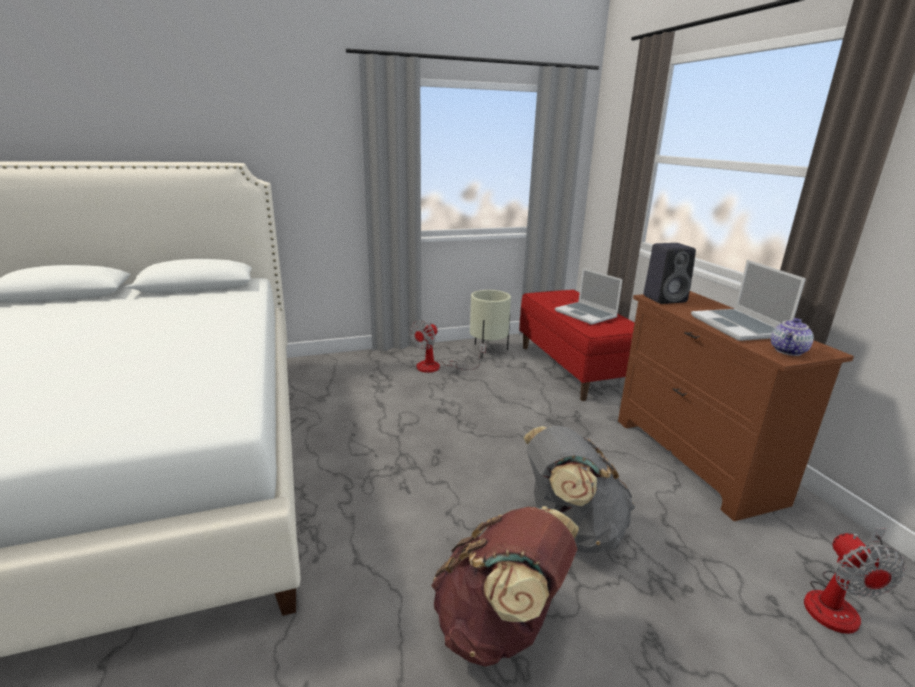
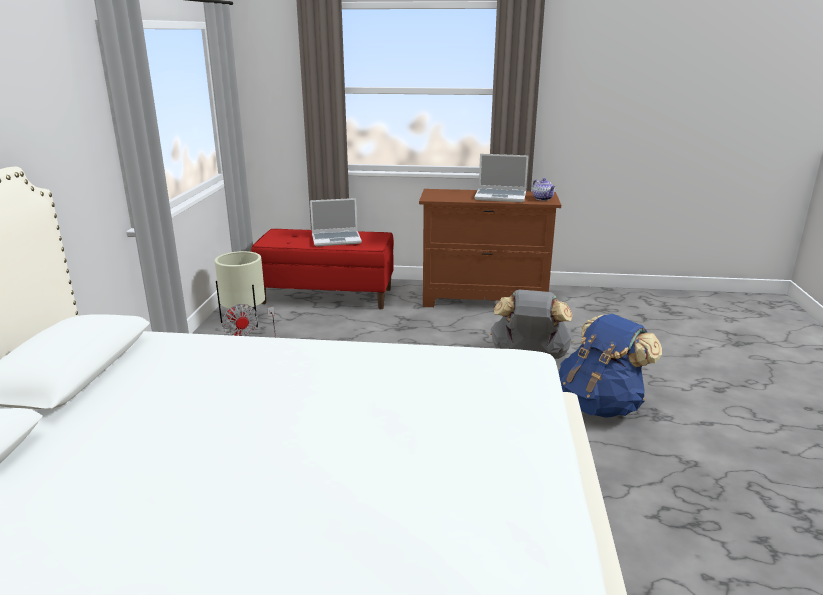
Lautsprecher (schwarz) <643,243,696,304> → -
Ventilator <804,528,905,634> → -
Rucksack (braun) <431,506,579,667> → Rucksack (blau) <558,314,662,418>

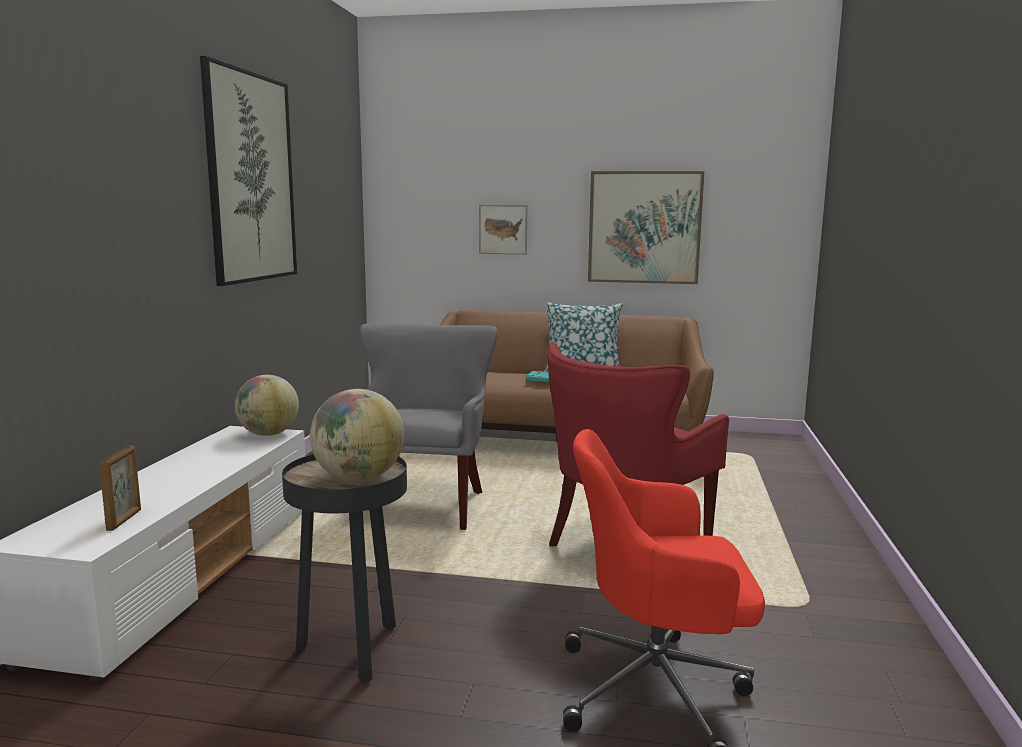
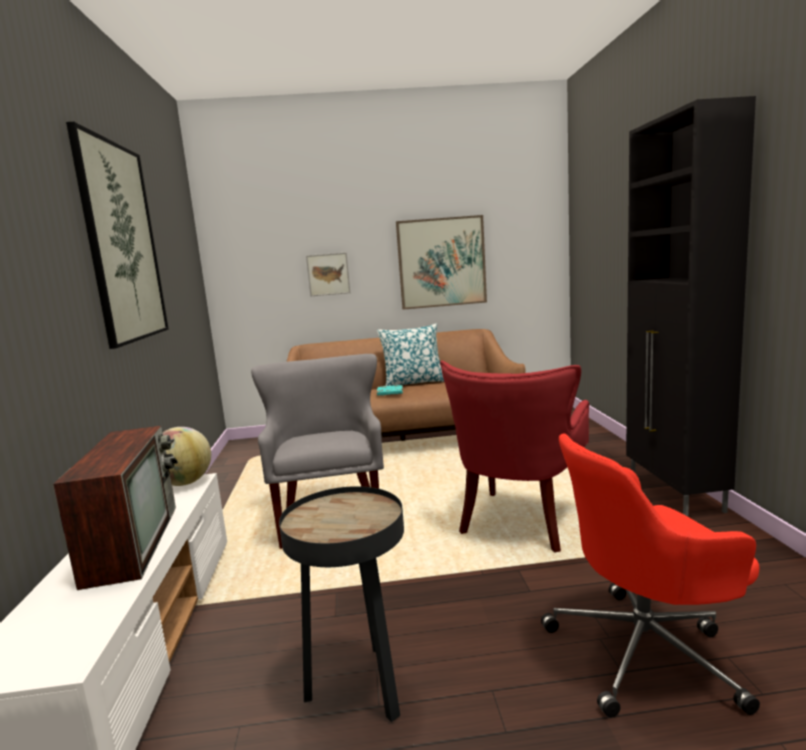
Bilderrahmen <99,445,141,531> → -
Globus <310,389,404,482> → -
- → Fernseher <53,426,178,590>
- → Schrank (schwarz) <626,96,756,516>

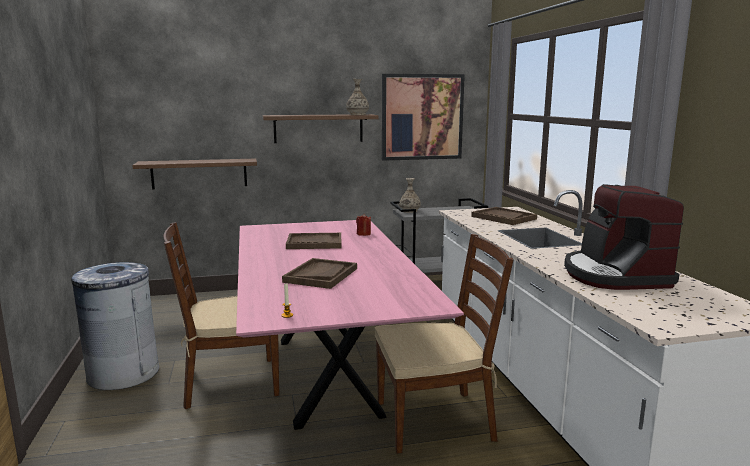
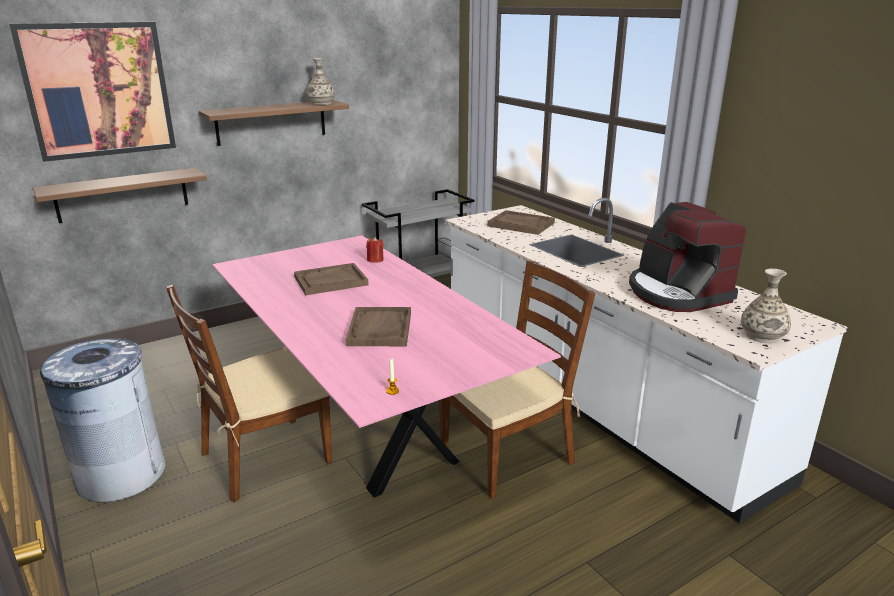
Bild <382,74,465,161> → Bild <9,22,176,162>, move
Vase <399,178,421,213> → Vase <741,269,791,343>, move

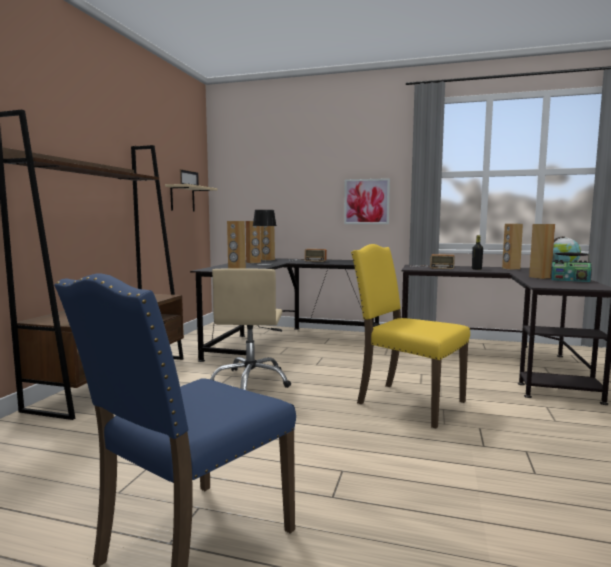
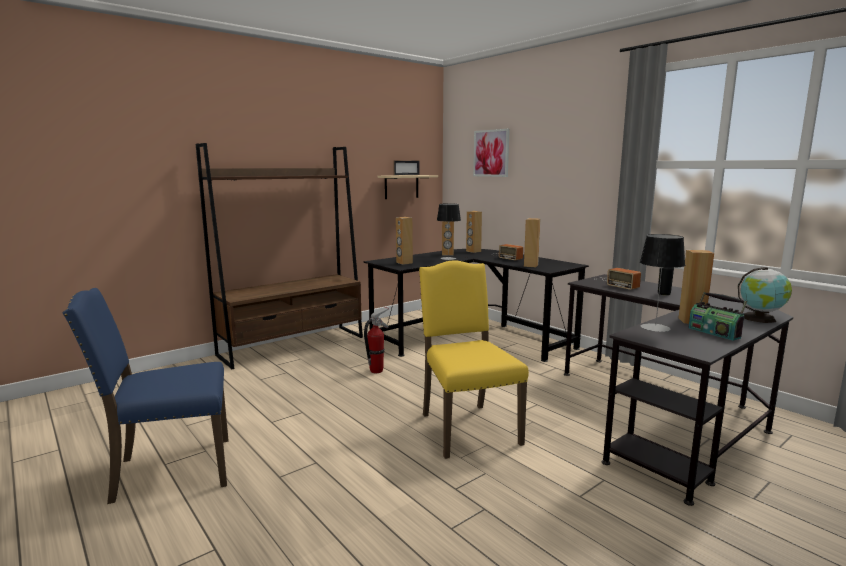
- → Tischlampe <640,234,685,332>
Bild <344,178,390,224> → Bild <473,129,510,177>, move
Lautsprecher (braun) <502,224,523,270> → Lautsprecher (braun) <524,218,540,267>, move
Bürostuhl (beige) <210,268,291,390> → Feuerlöscher <364,307,389,373>

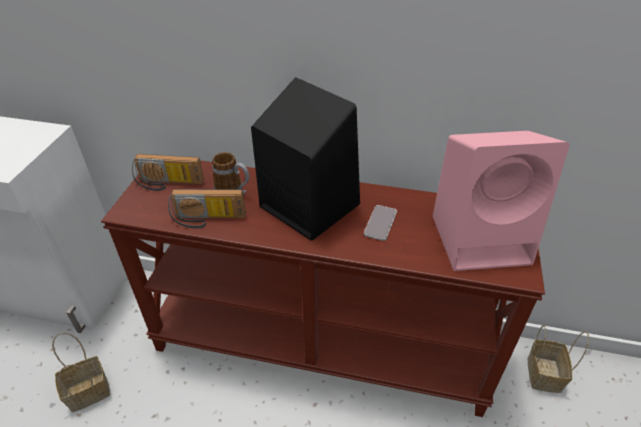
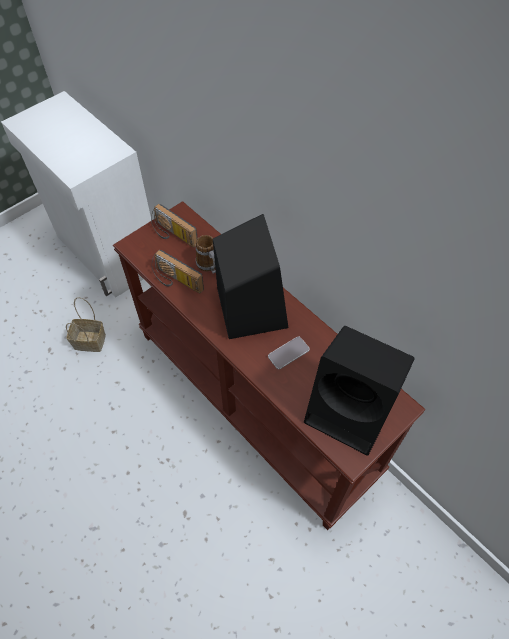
Korb <528,325,589,393> → -
Lautsprecher (rosa) <433,131,570,271> → Lautsprecher (schwarz) <304,326,415,456>

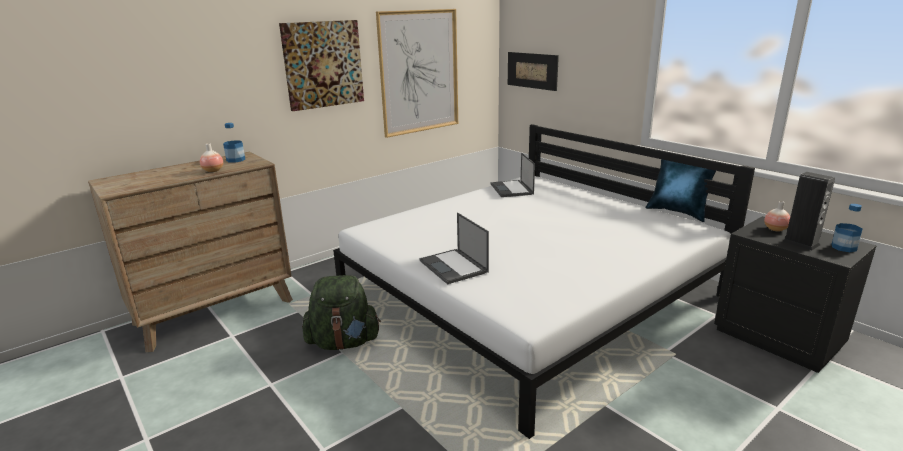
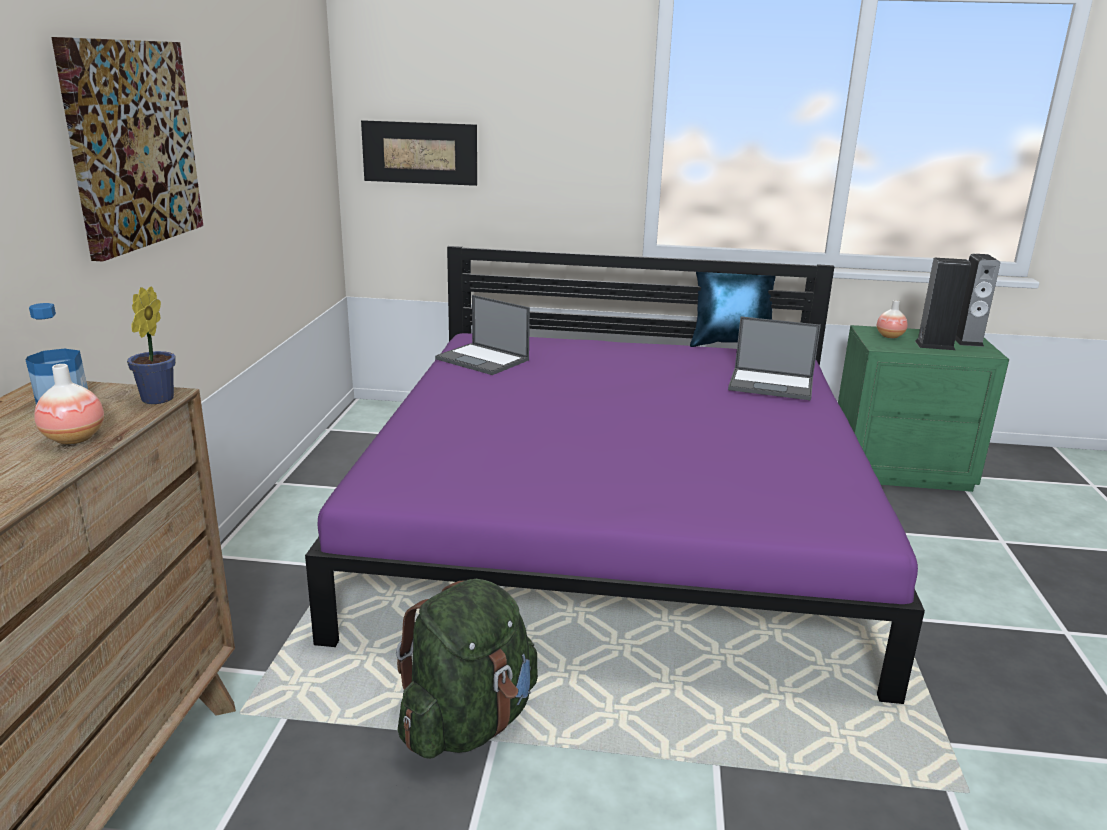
Bild <376,9,458,138> → -
- → Topfpflanze <127,286,176,404>
Laptop <420,212,489,284> → Laptop <728,317,821,400>, move
Flasche <832,204,863,252> → Lautsprecher <955,254,1000,347>
Bett (weiß) <333,124,755,439> → Bett (lila) <305,246,925,704>
Nachttisch (schwarz) <714,216,877,373> → Nachttisch (grün) <838,325,1009,492>

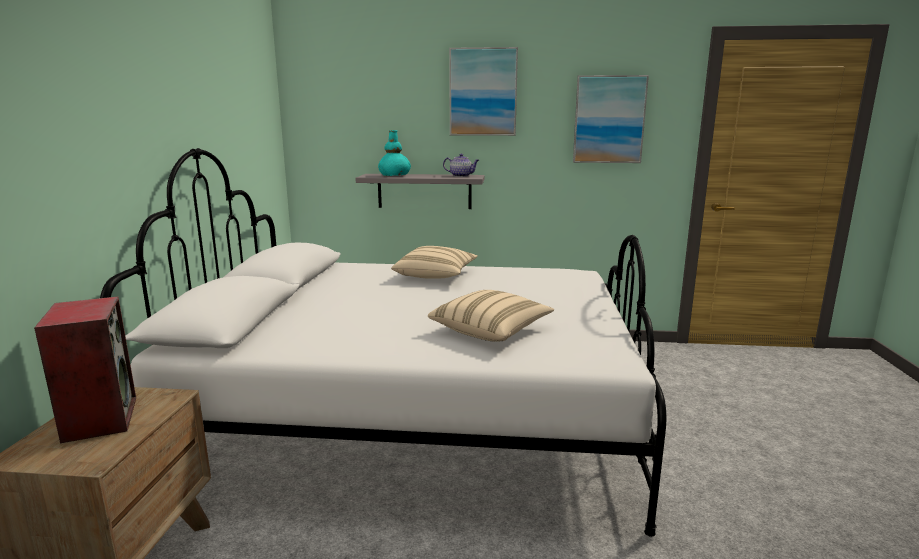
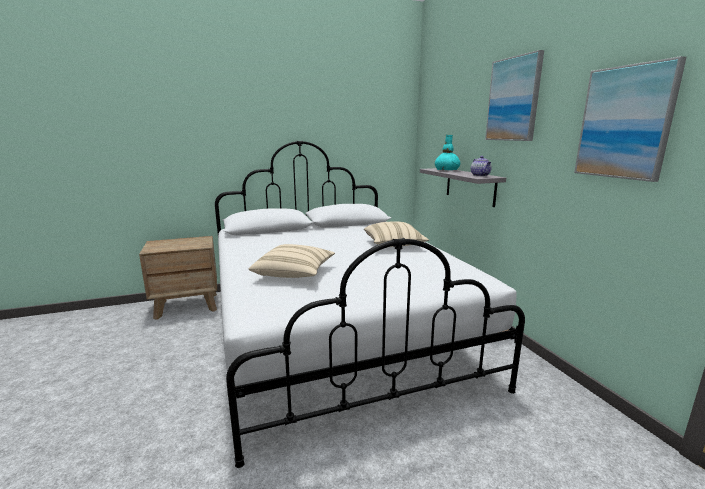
Lautsprecher <34,296,136,443> → -

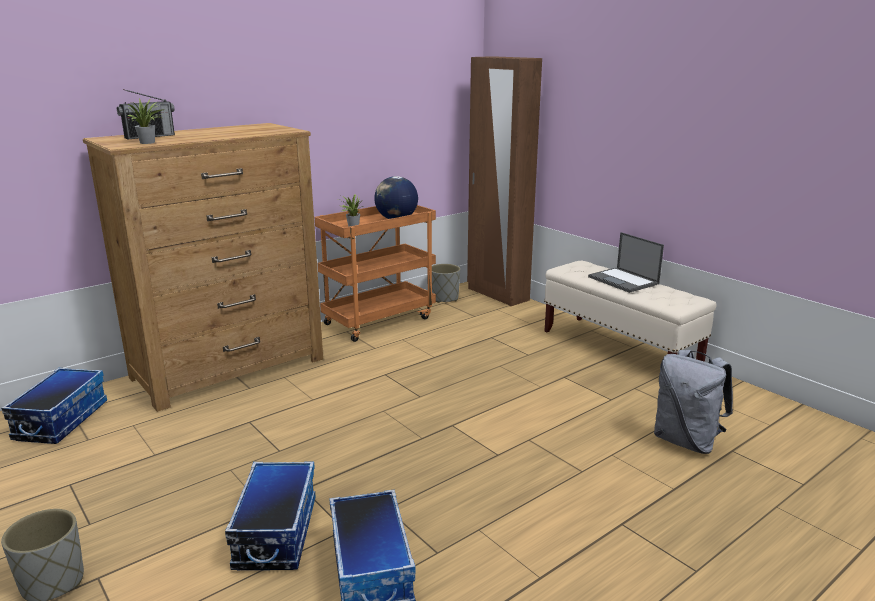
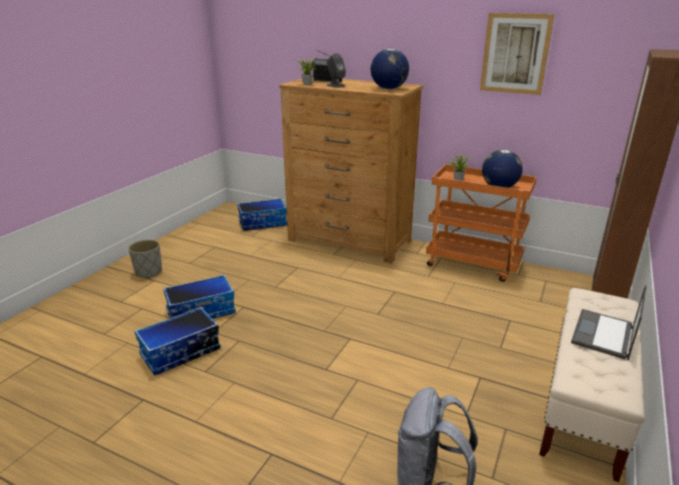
Pflanzkübel (grau) <432,264,460,303> → -
- → Lautsprecher (grau) <327,53,346,87>
- → Globus <371,49,409,89>
- → Bild <480,13,555,95>

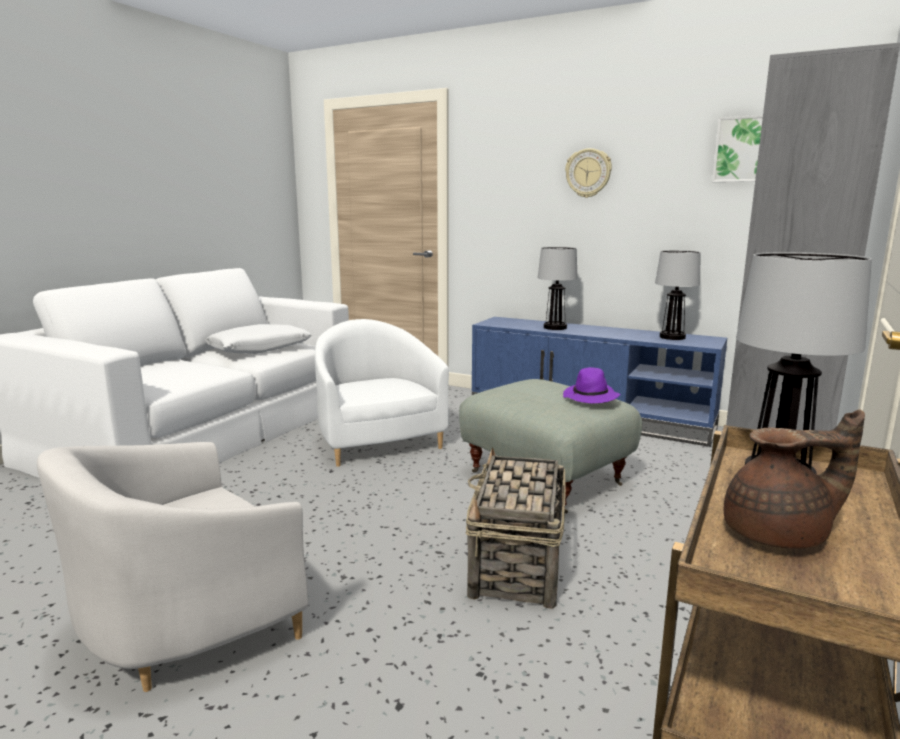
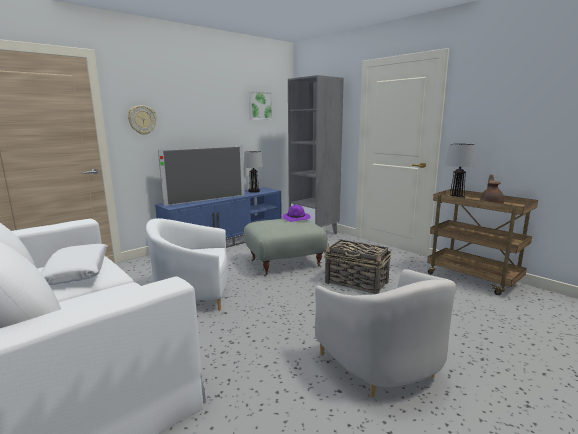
Wanduhr <565,148,612,198> → Wanduhr <128,105,157,135>, move
Tischlampe <538,247,578,330> → Fernseher <158,146,245,206>

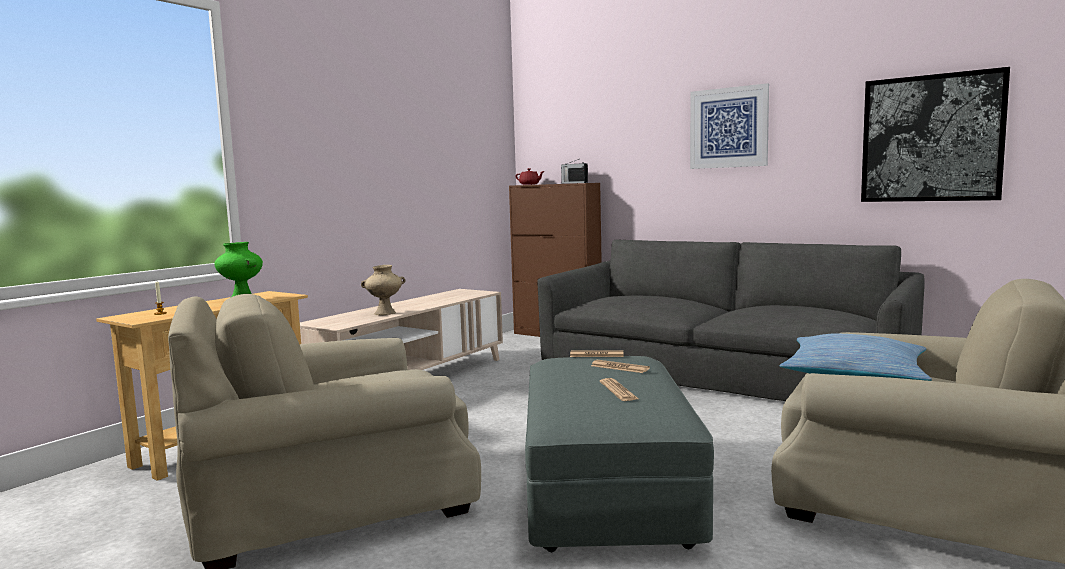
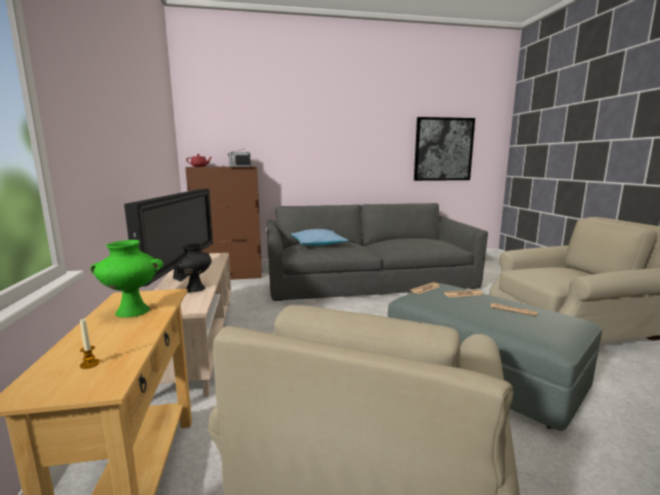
Bild <690,83,769,169> → -
- → Fernseher <124,189,213,286>
Kissen <780,334,932,381> → Kissen <291,229,349,246>, move
Vase (beige) <361,265,406,315> → Vase (schwarz) <175,244,212,292>

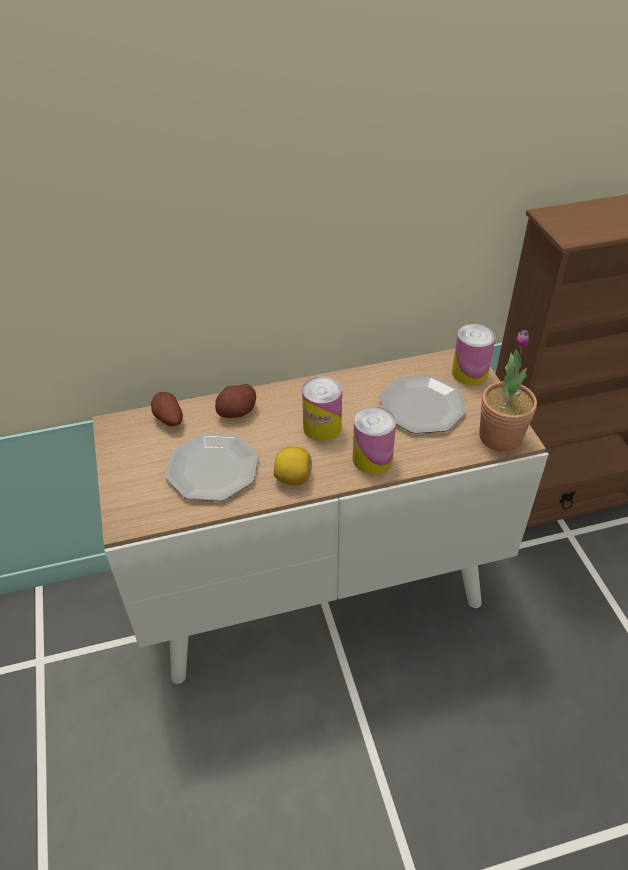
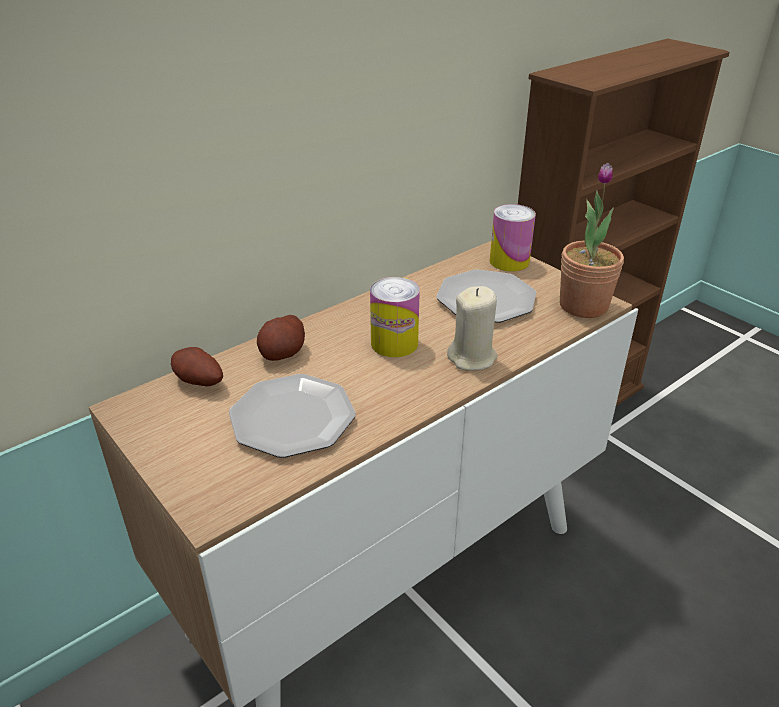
Zitrone <274,447,312,485> → -
Dose <353,407,396,474> → Kerze (beige) <447,286,497,371>

